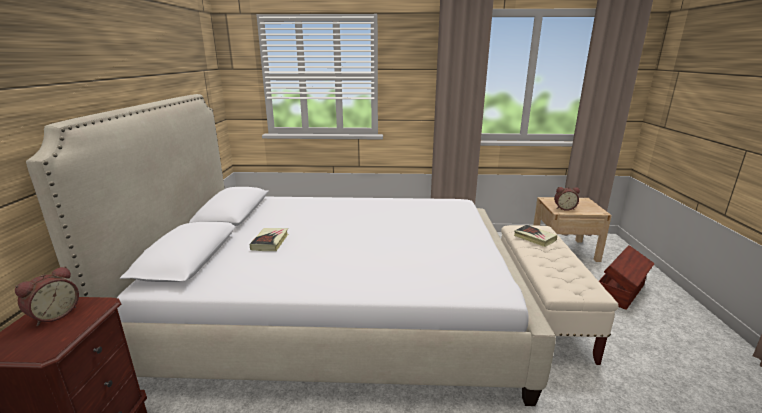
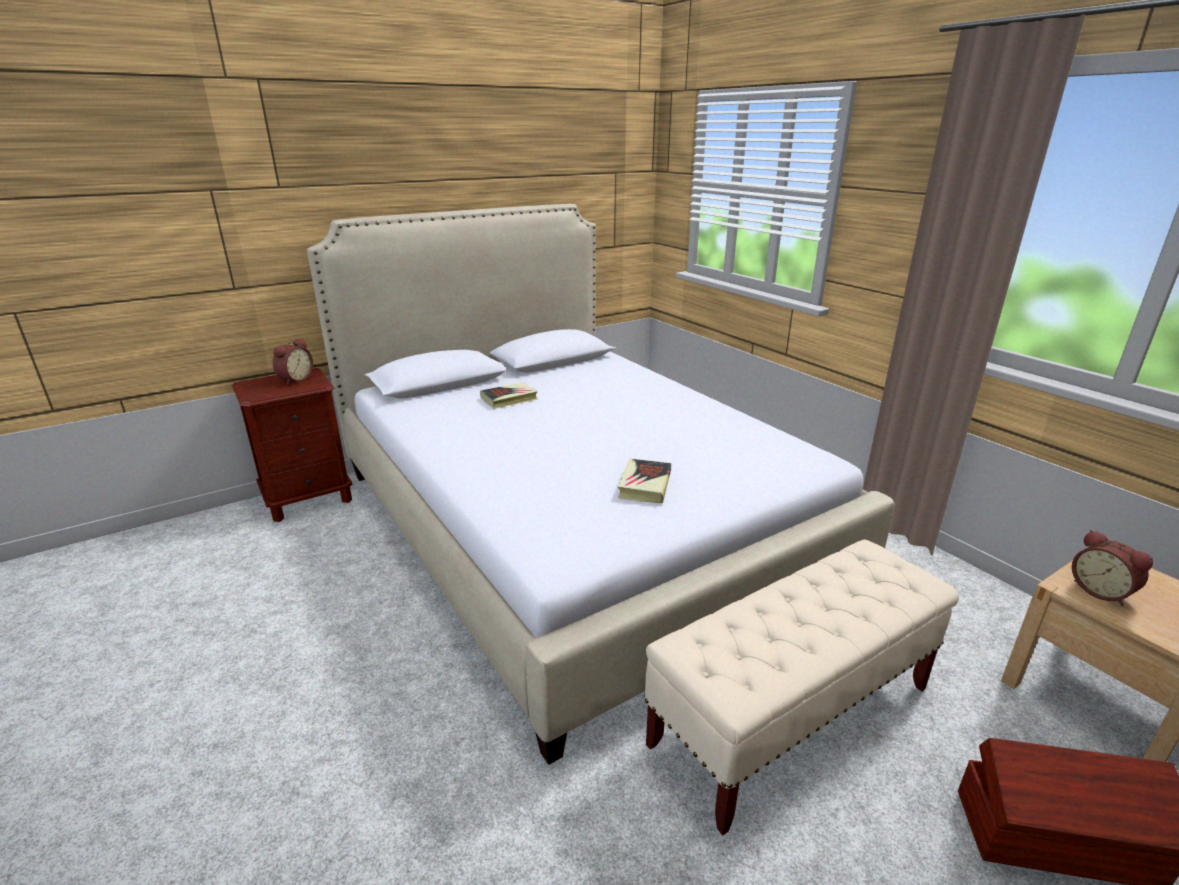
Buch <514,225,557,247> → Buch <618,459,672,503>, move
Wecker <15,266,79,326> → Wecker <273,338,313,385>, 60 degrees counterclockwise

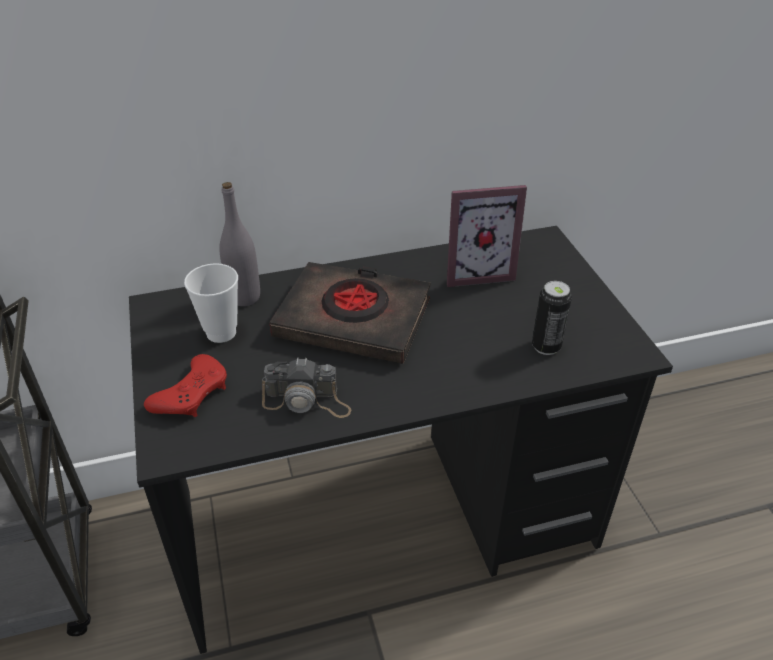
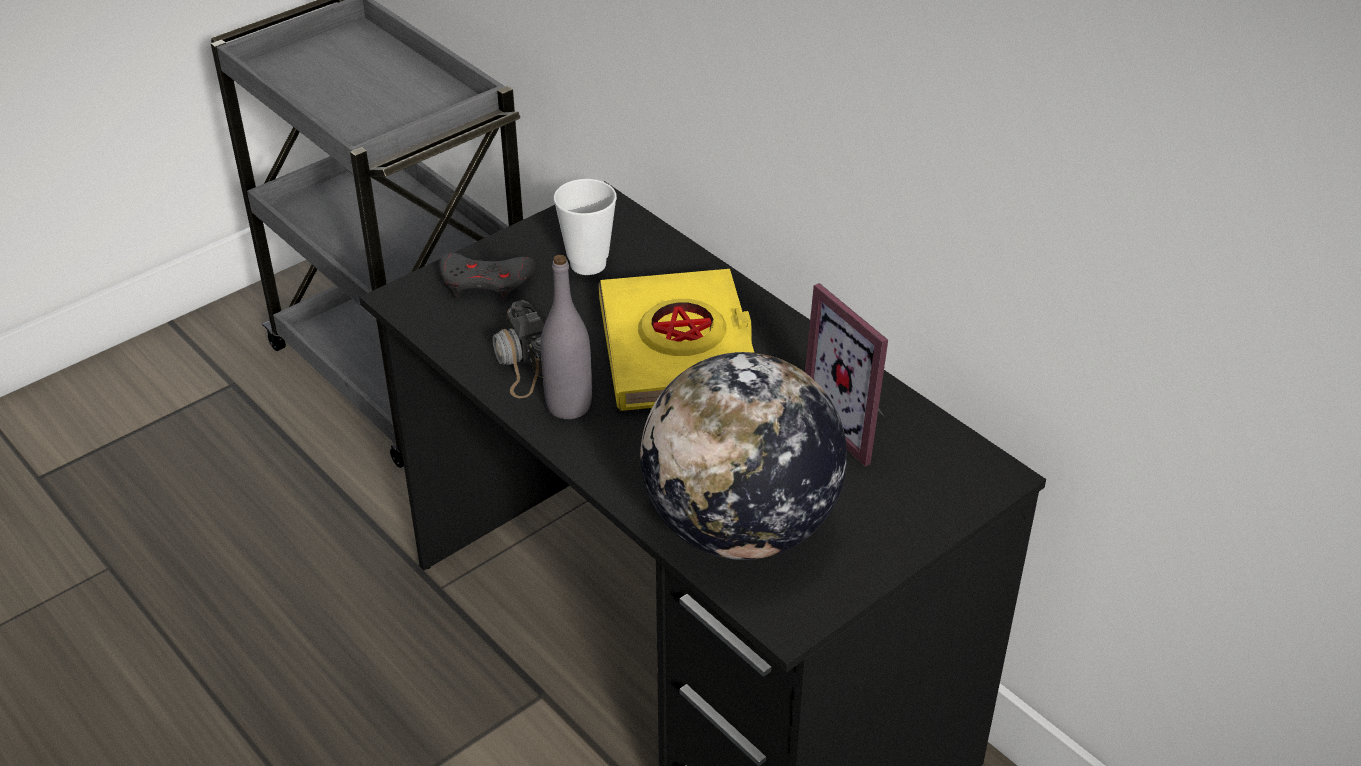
Flasche (grau) <219,182,260,306> → Flasche (grau) <541,255,592,419>, move
Dose <532,281,572,355> → Globus <640,352,847,560>
Gamepad (rot) <144,354,227,417> → Gamepad (grau) <439,253,536,300>
Buch (schwarz) <269,262,431,364> → Buch (gelb) <599,269,754,411>

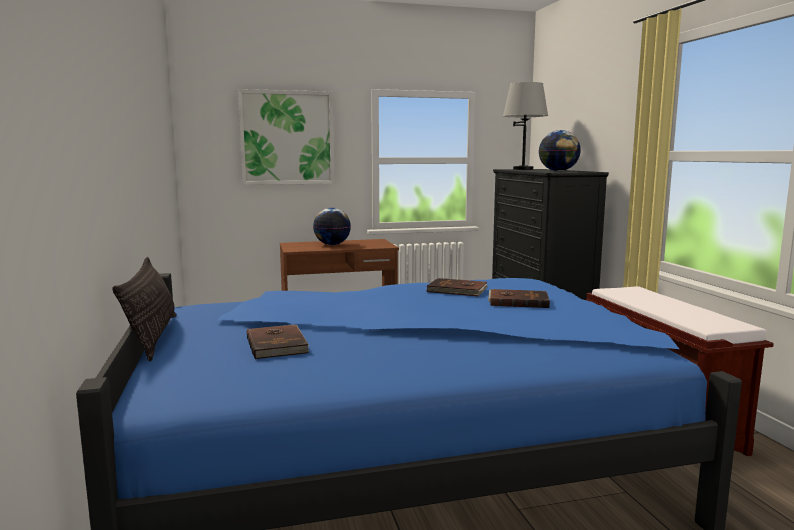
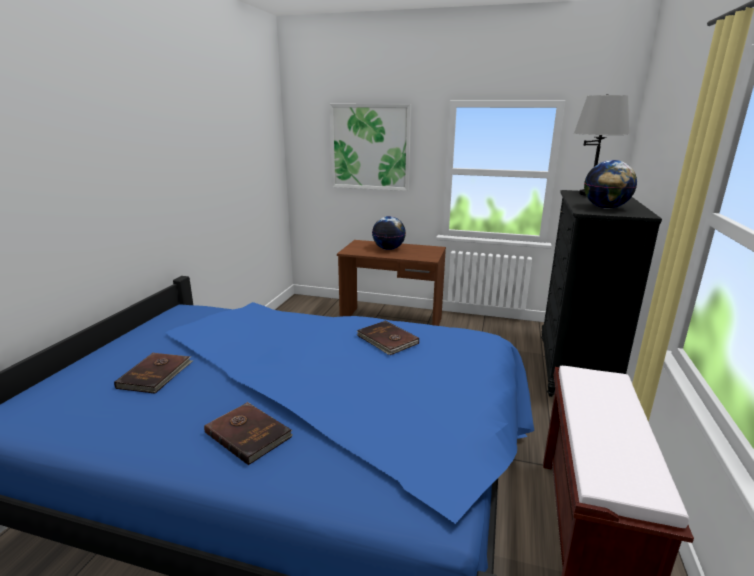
Kissen <112,257,177,362> → -
Buch (braun) <488,289,550,308> → Buch (braun) <204,402,293,465>, move

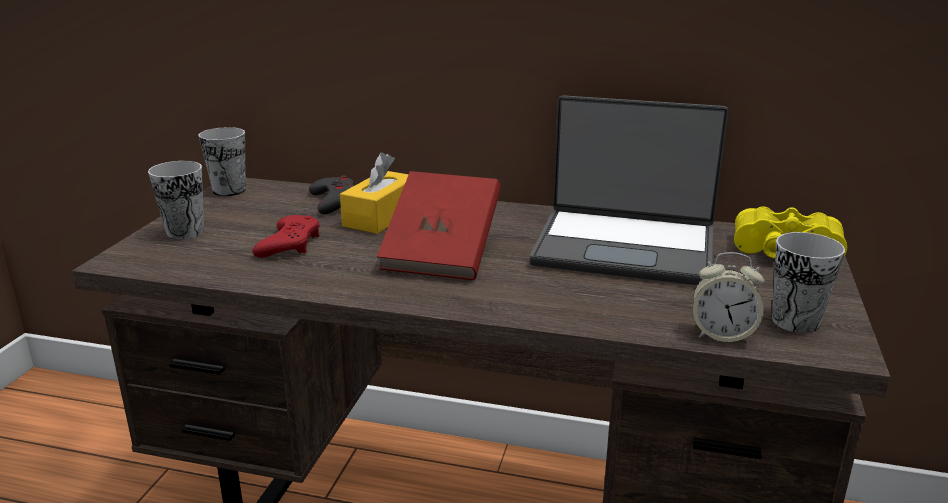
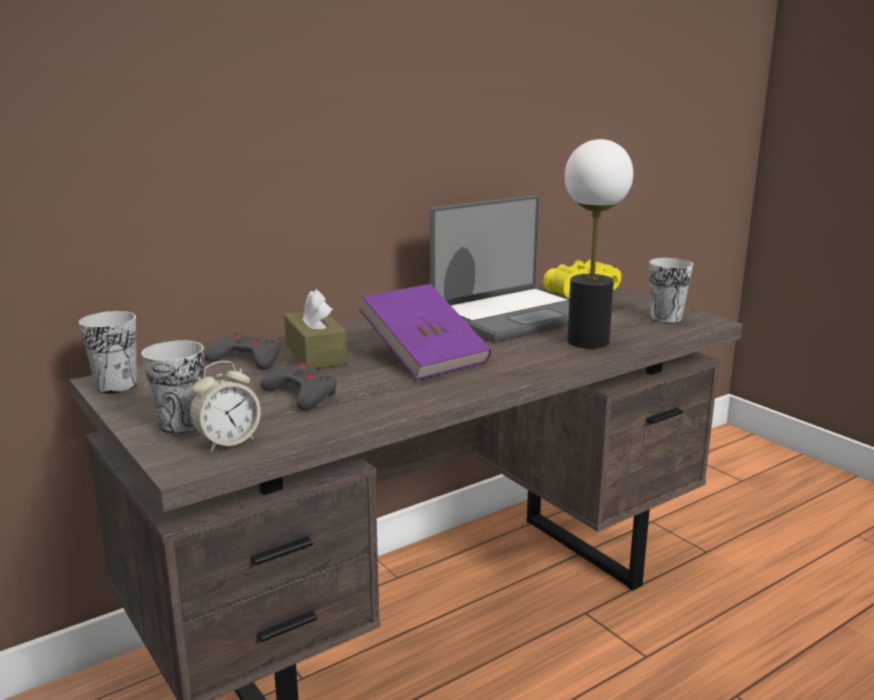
- → Tischlampe <565,139,633,349>
Wecker <693,252,764,343> → Wecker <189,361,261,451>, move
Gamepad (rot) <252,215,320,258> → Gamepad (grau) <260,362,337,410>
Taschentuchbox (gelb) <340,152,409,234> → Taschentuchbox (braun) <284,289,348,369>
Buch (rot) <377,171,501,280> → Buch (lila) <359,284,491,380>

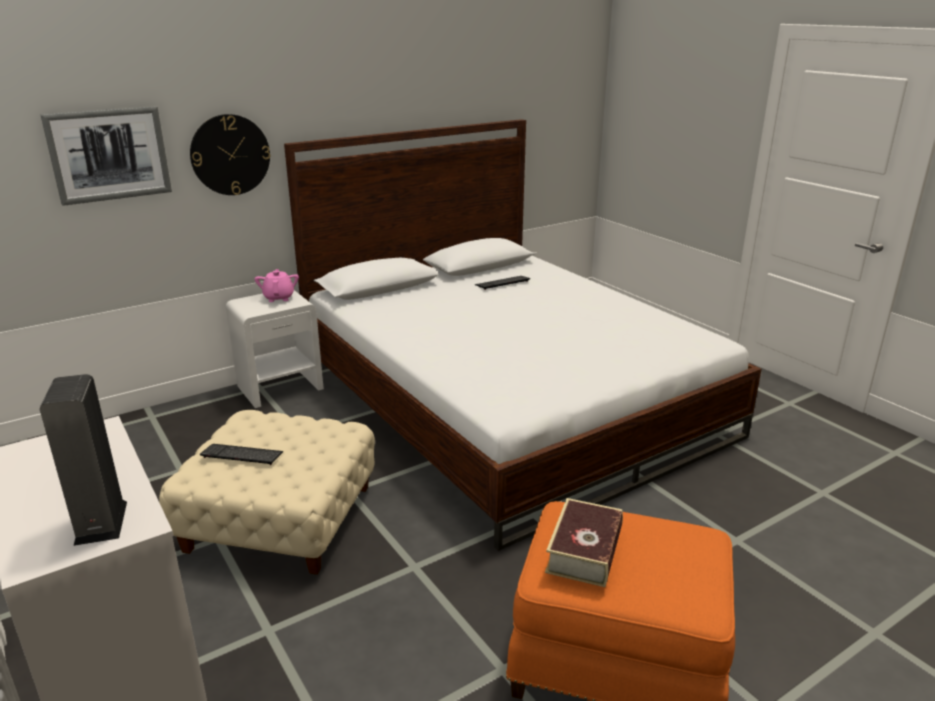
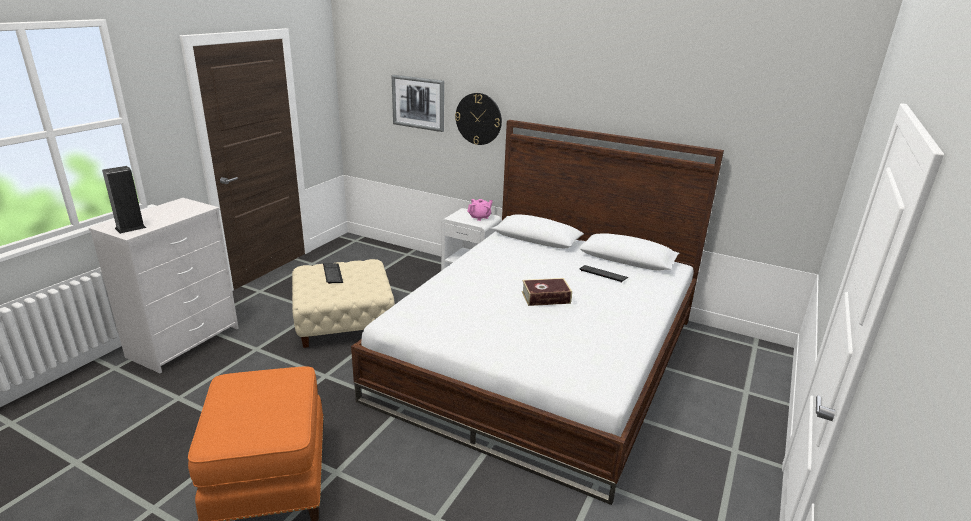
Buch <545,498,623,587> → Buch <522,278,572,306>, move

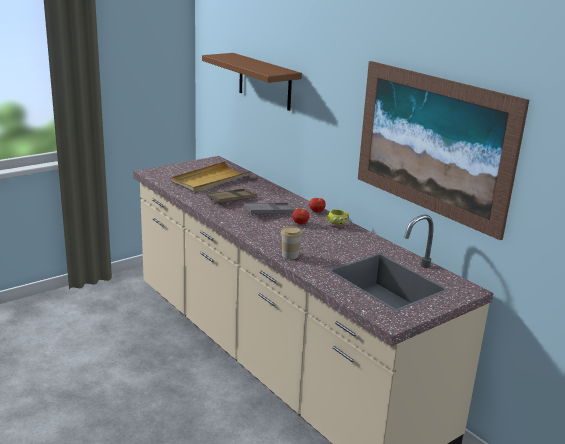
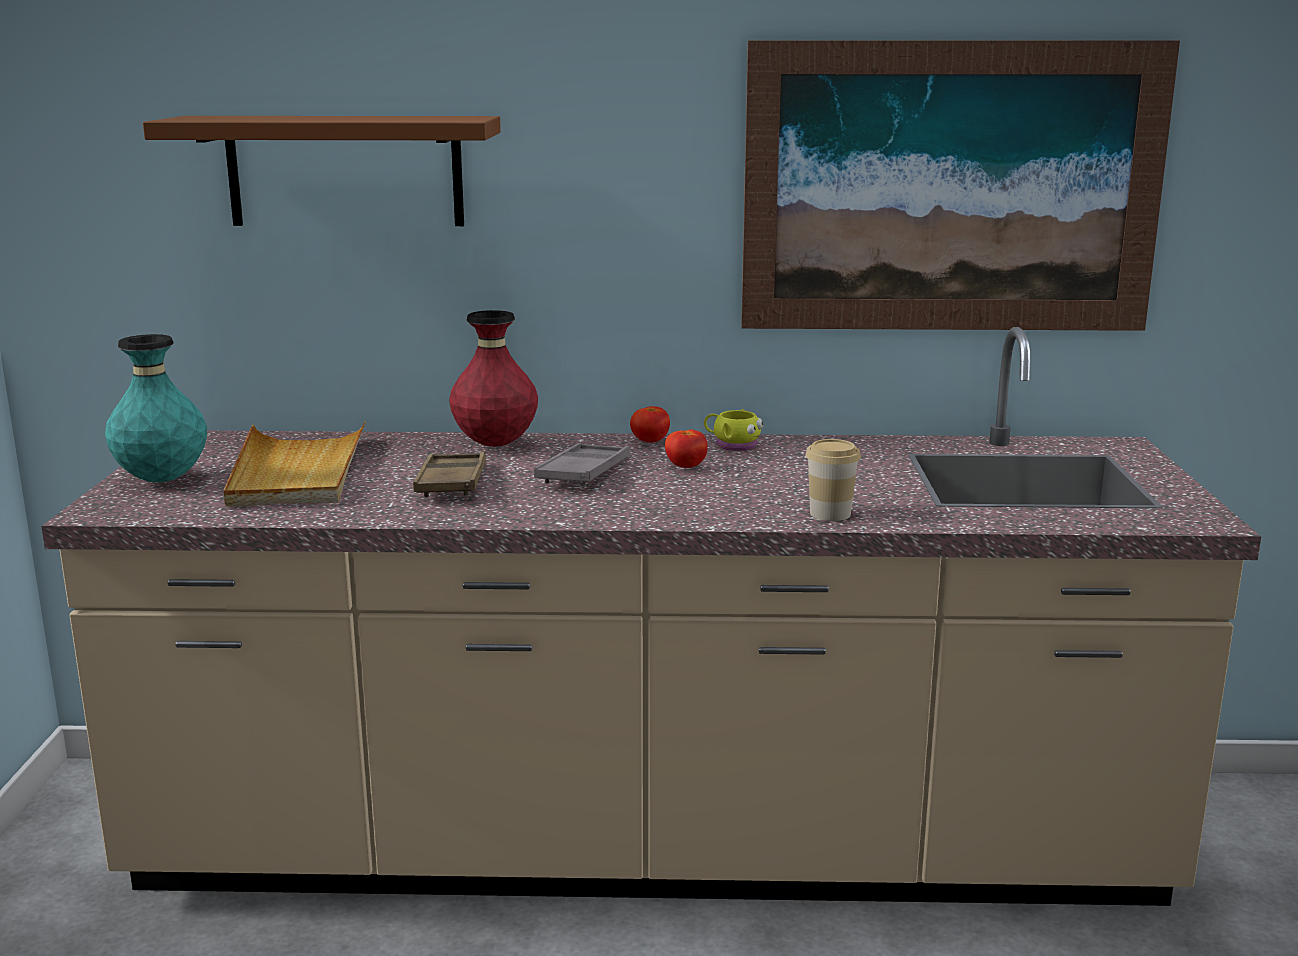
- → Vase (türkis) <105,334,207,482>
- → Vase (rot) <449,310,538,447>

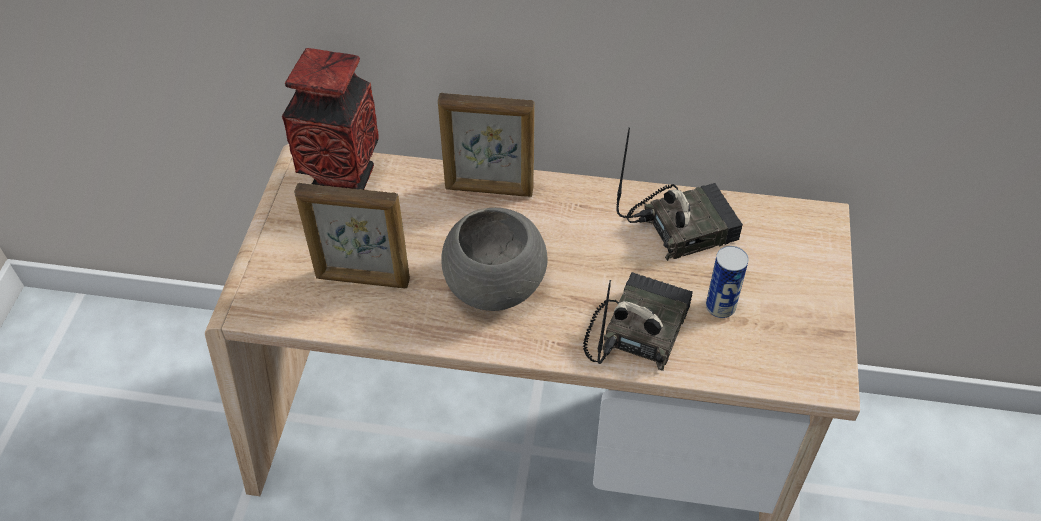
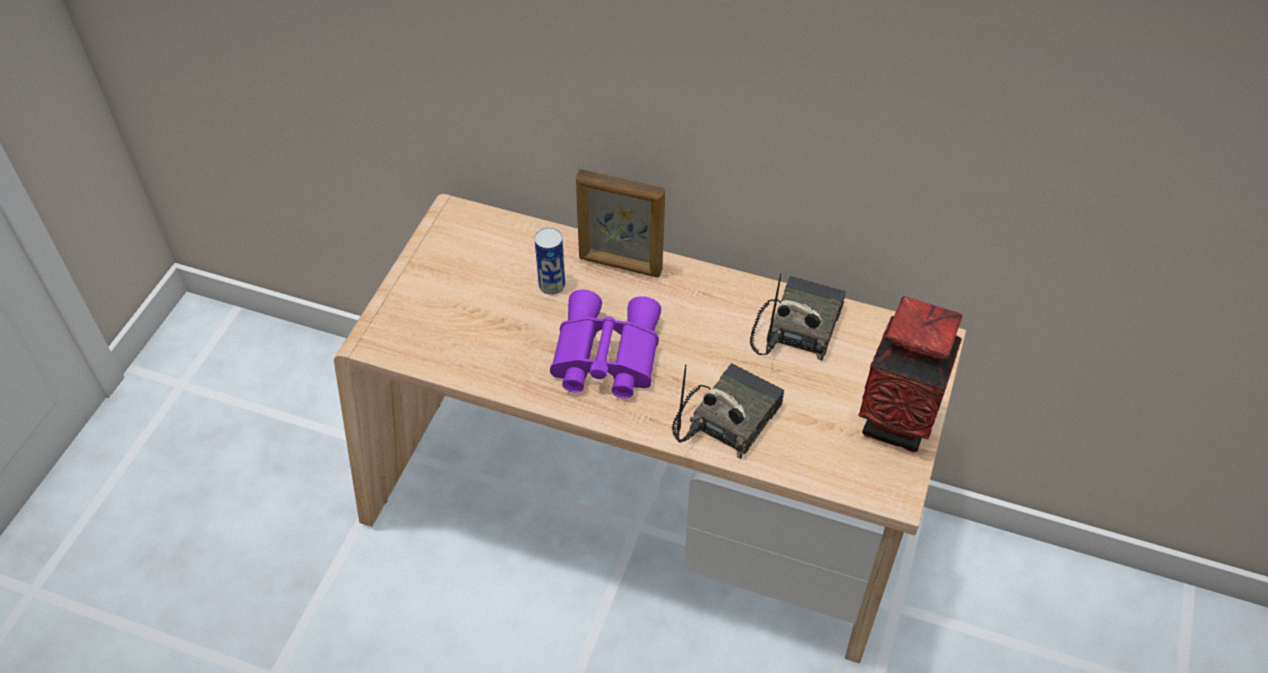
Bilderrahmen <294,183,410,288> → -
Vase <282,48,378,190> → Vase <858,296,963,452>, move
Dose <706,246,749,318> → Dose <534,228,565,295>, move
Schüssel (grau) <441,208,548,311> → Fernglas (lila) <550,290,661,399>
Radio <616,127,743,261> → Radio <750,273,846,361>, 60 degrees counterclockwise

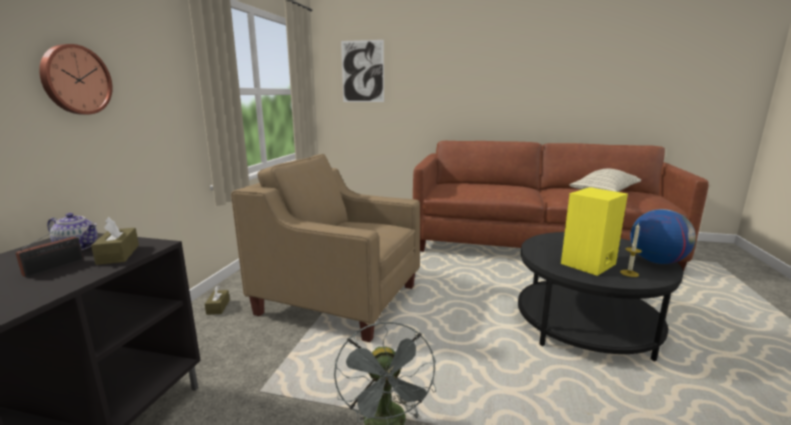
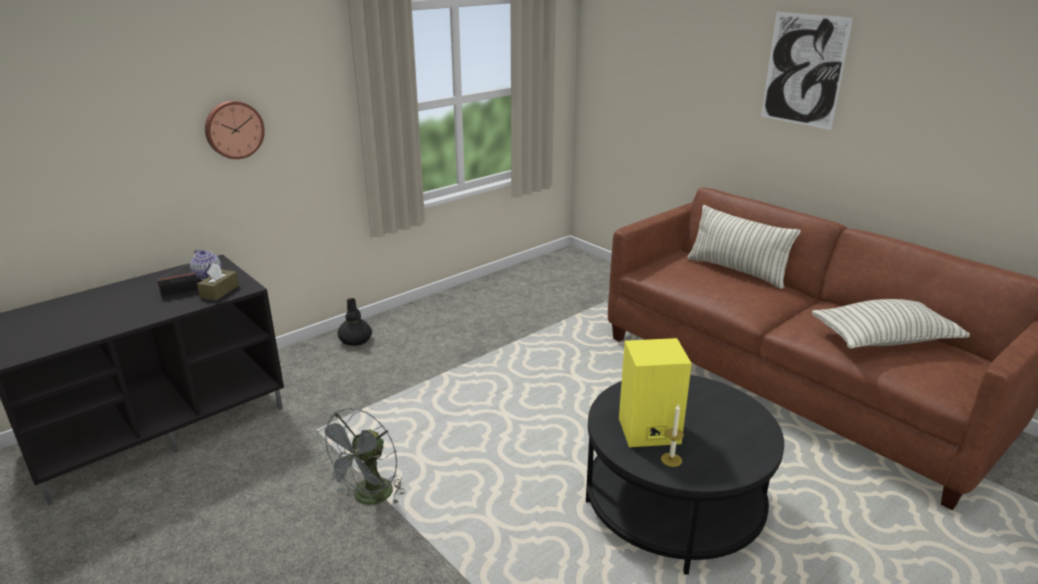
Sessel (beige) <231,154,420,342> → -
Globus <630,209,696,264> → -
- → Kissen <688,205,800,289>
Bild <341,40,384,102> → Bild <761,12,853,130>, move
Taschentuchbox (braun) <205,286,230,315> → Vase (schwarz) <338,298,372,346>

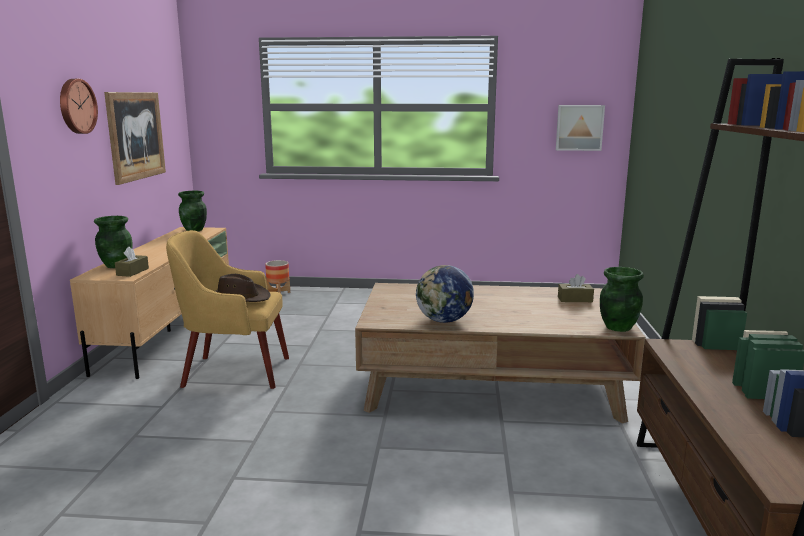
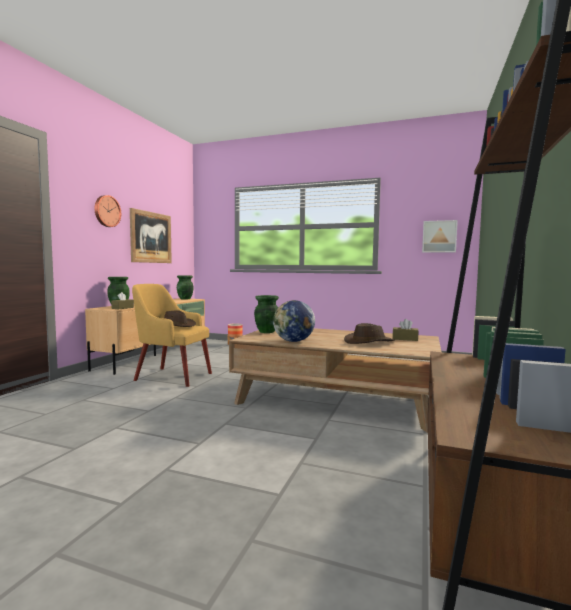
- → Hut (braun) <344,323,395,344>
Vase (grün) <600,267,644,332> → Vase (grün) <254,295,279,333>, move

